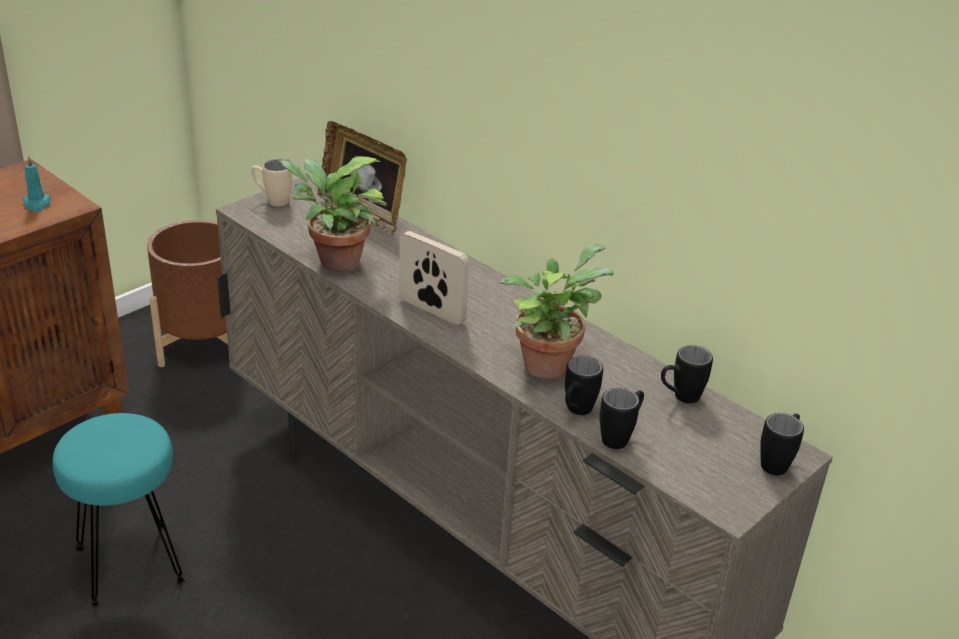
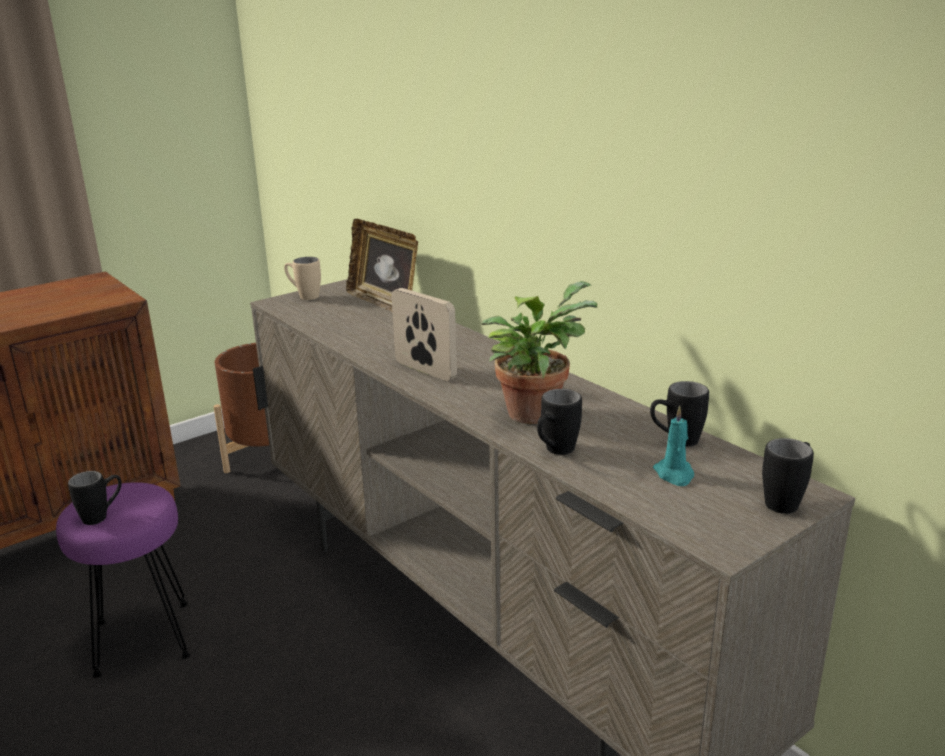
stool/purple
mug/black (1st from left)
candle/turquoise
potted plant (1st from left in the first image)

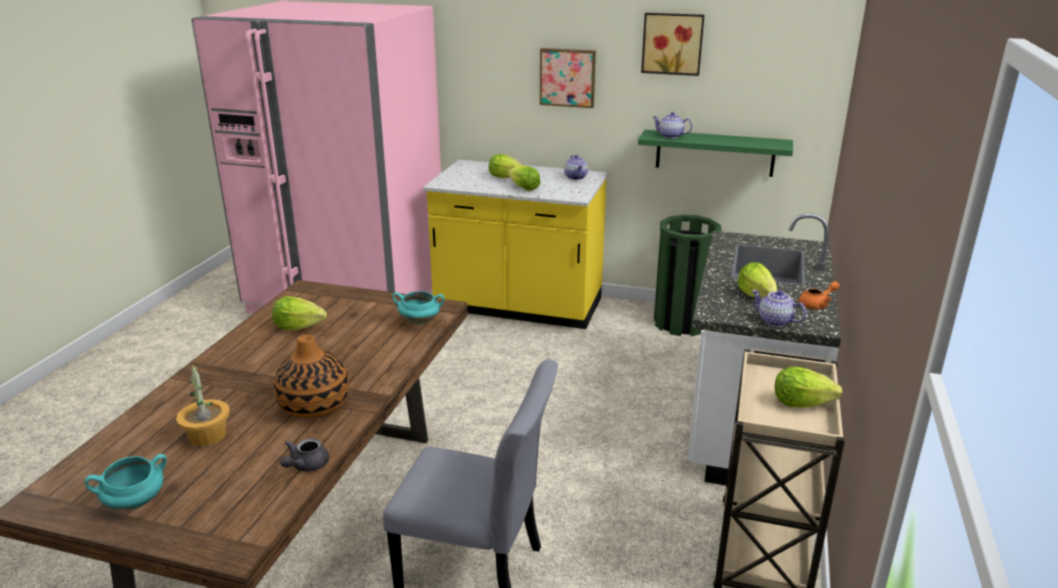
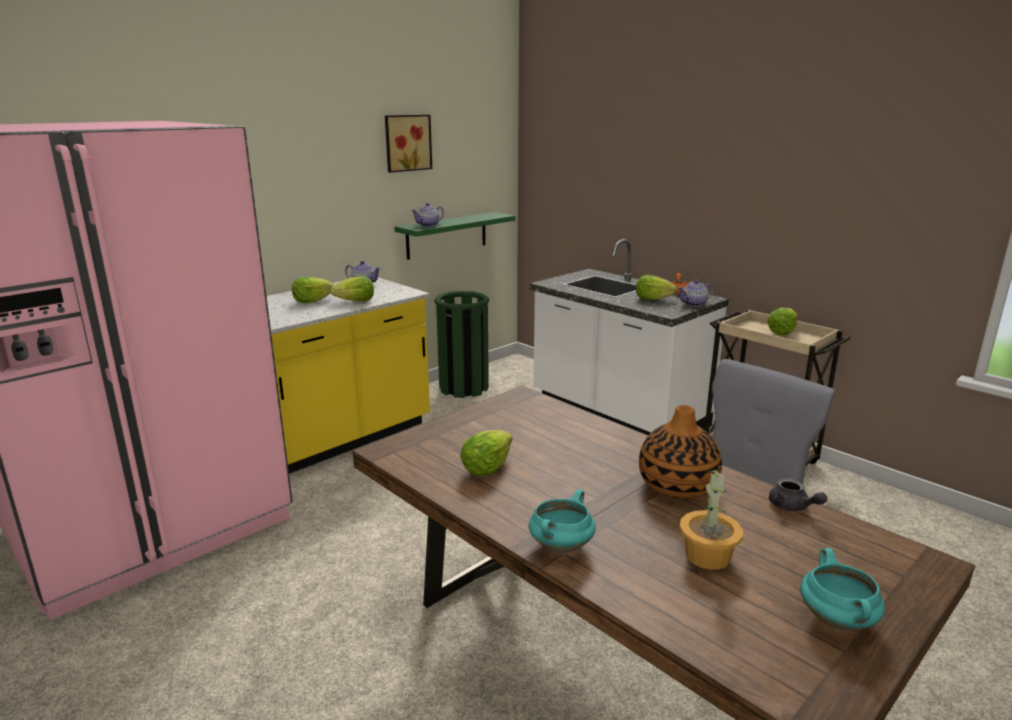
cooking pot/turquoise (1st from left)
picture (1st from left in the first image)

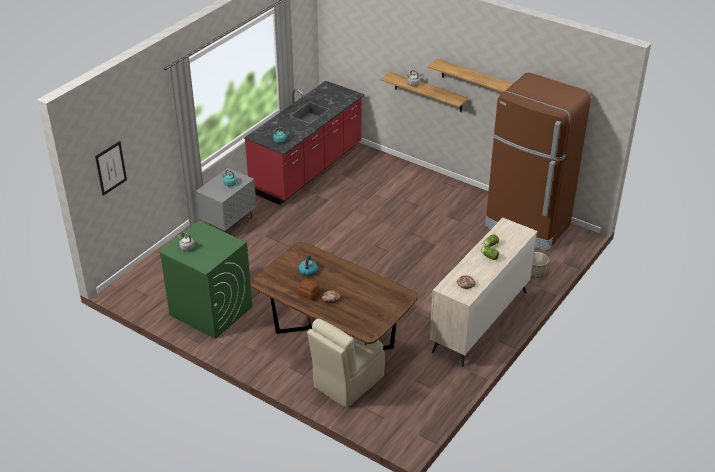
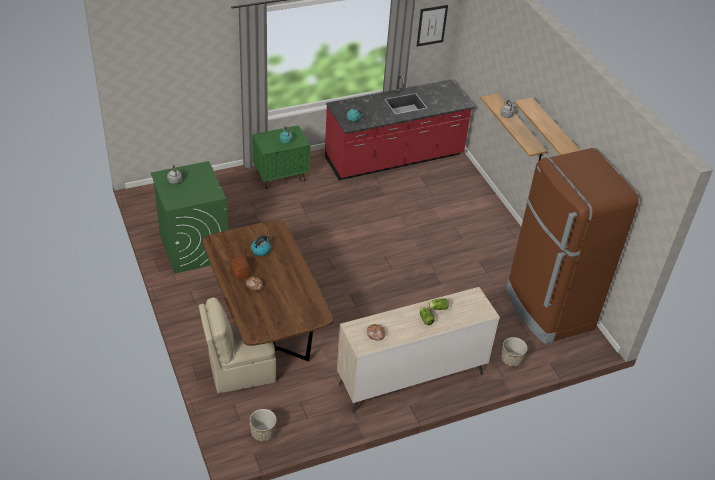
planter (1st from left)
nightstand/green
picture

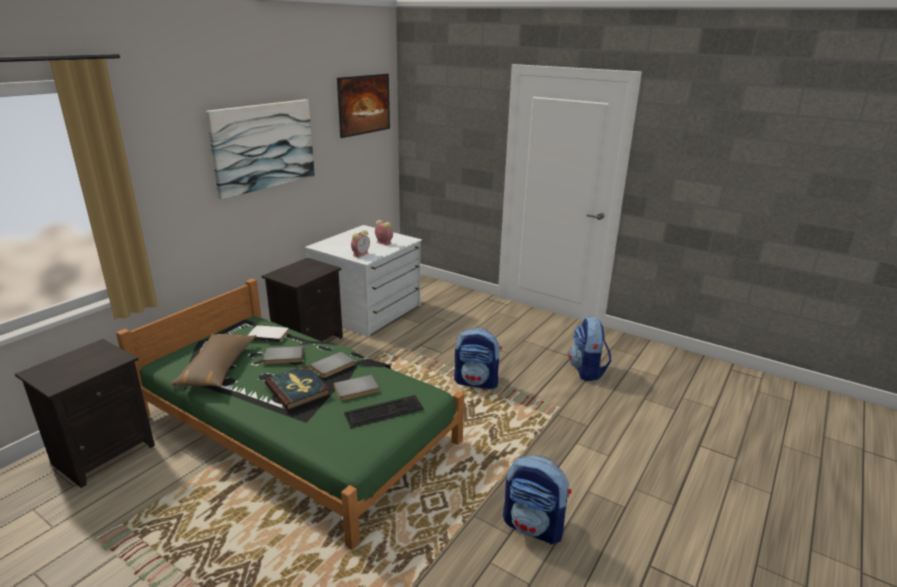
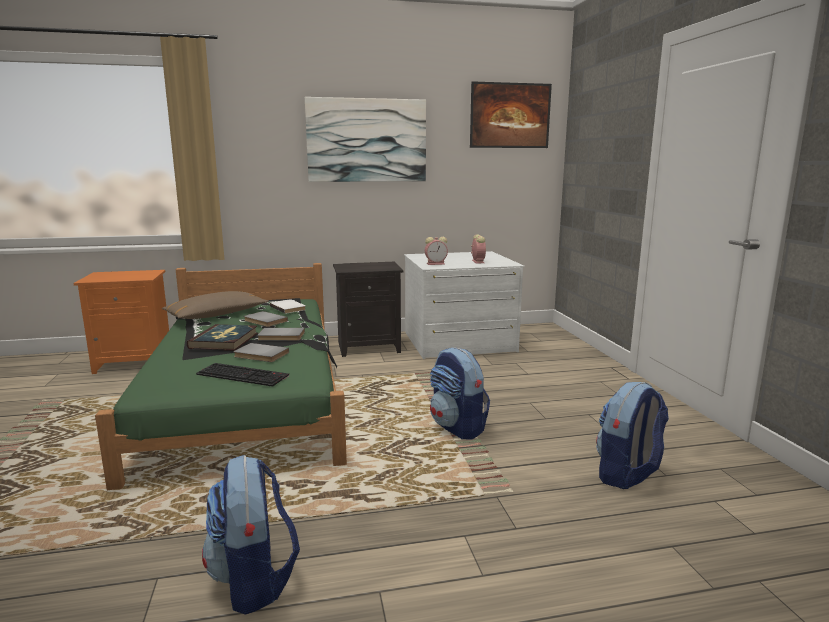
nightstand/orange

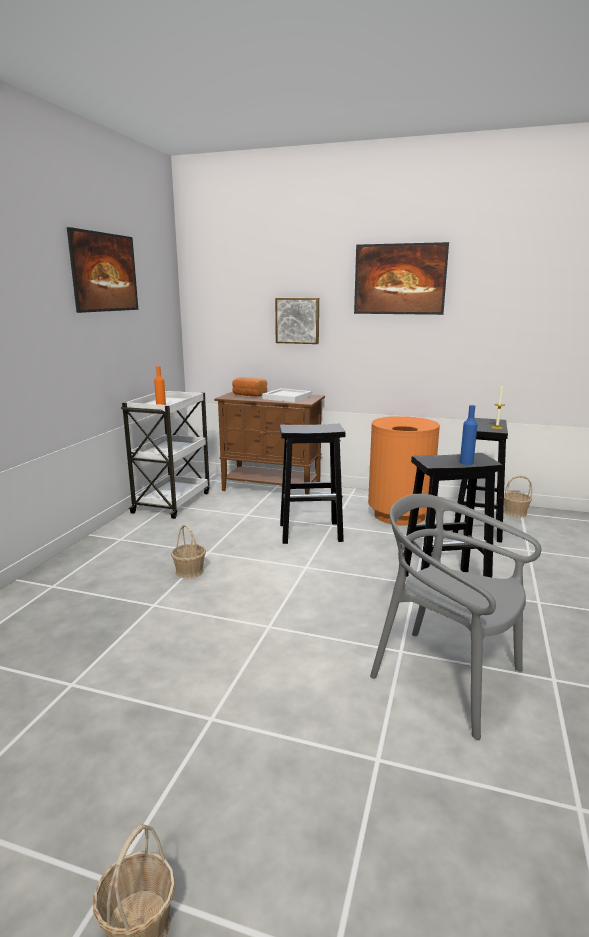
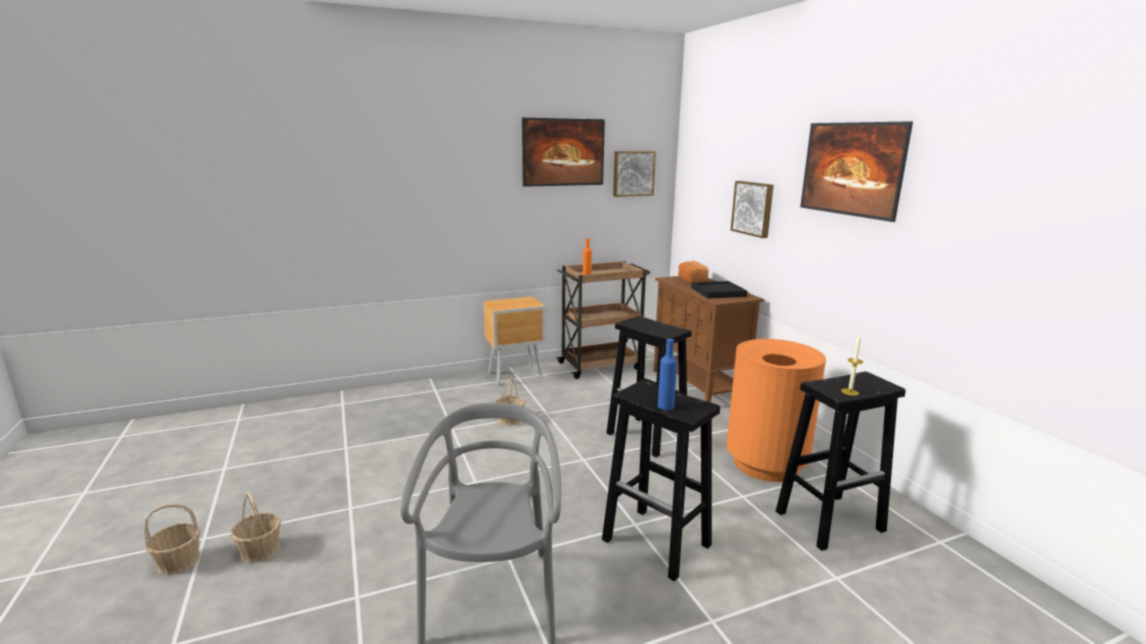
basket (2nd from left)
nightstand/brown
cart/brown
picture (2nd from left)
tray/black

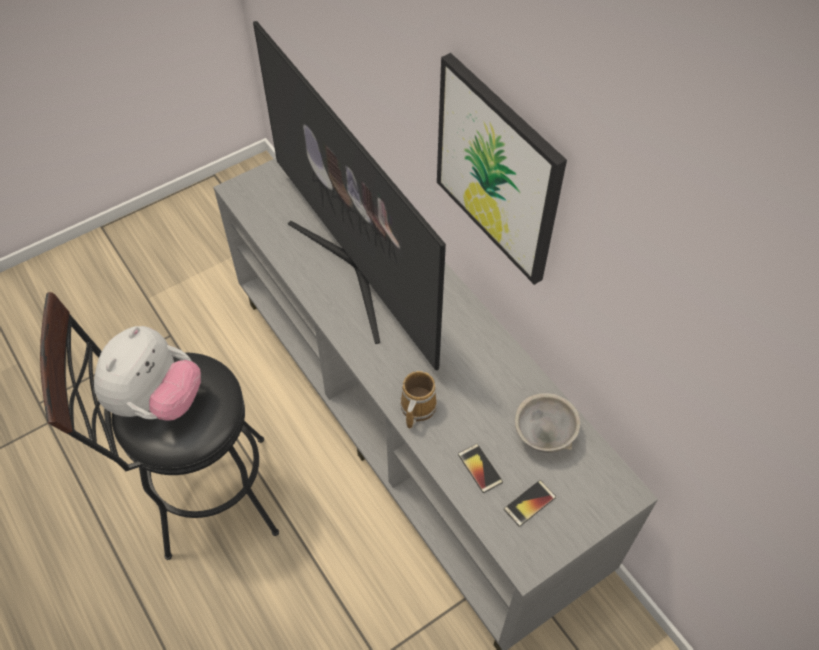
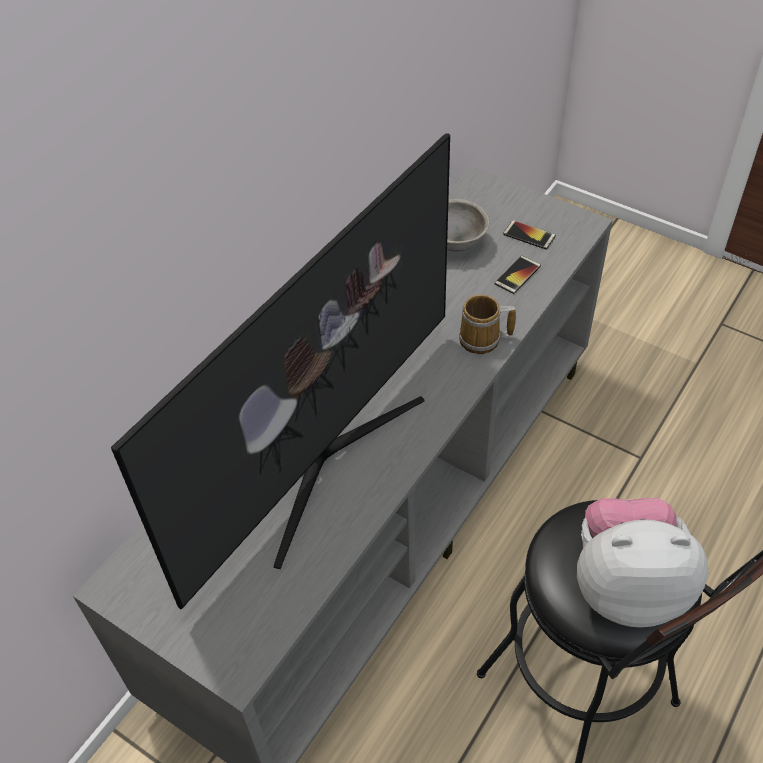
picture

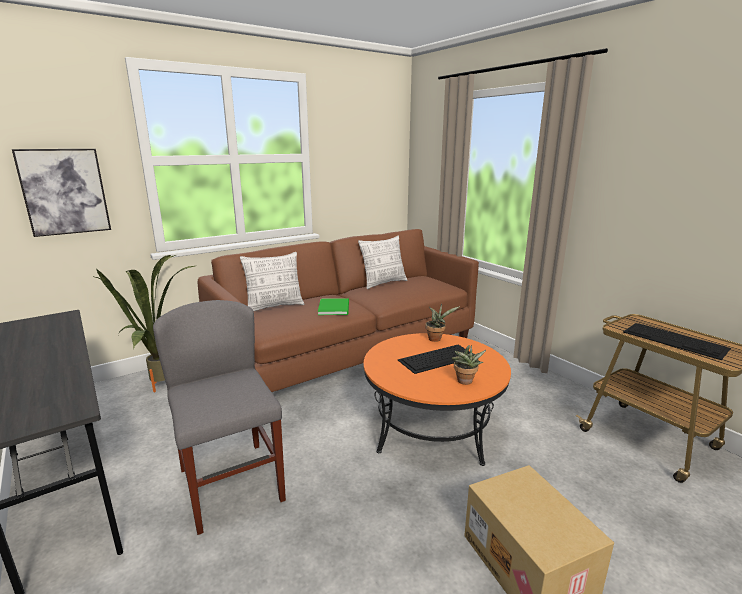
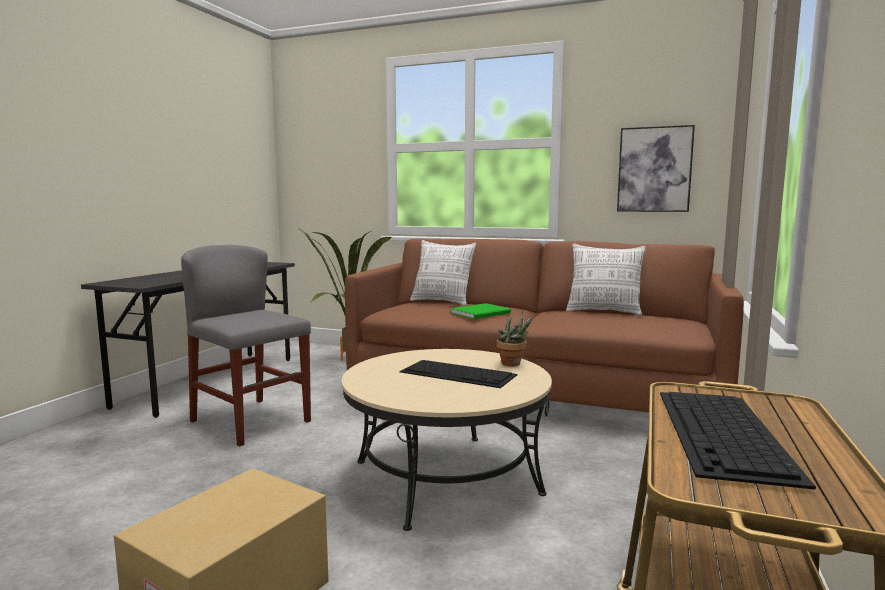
chair/grey
coffee table/beige
picture
potted plant (3rd from left in the first image)

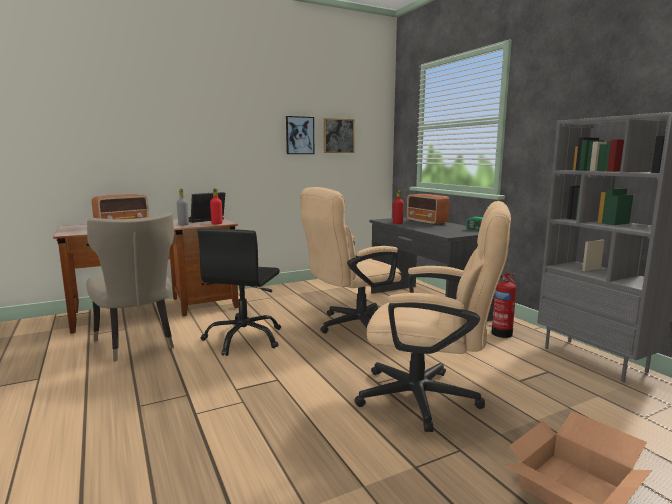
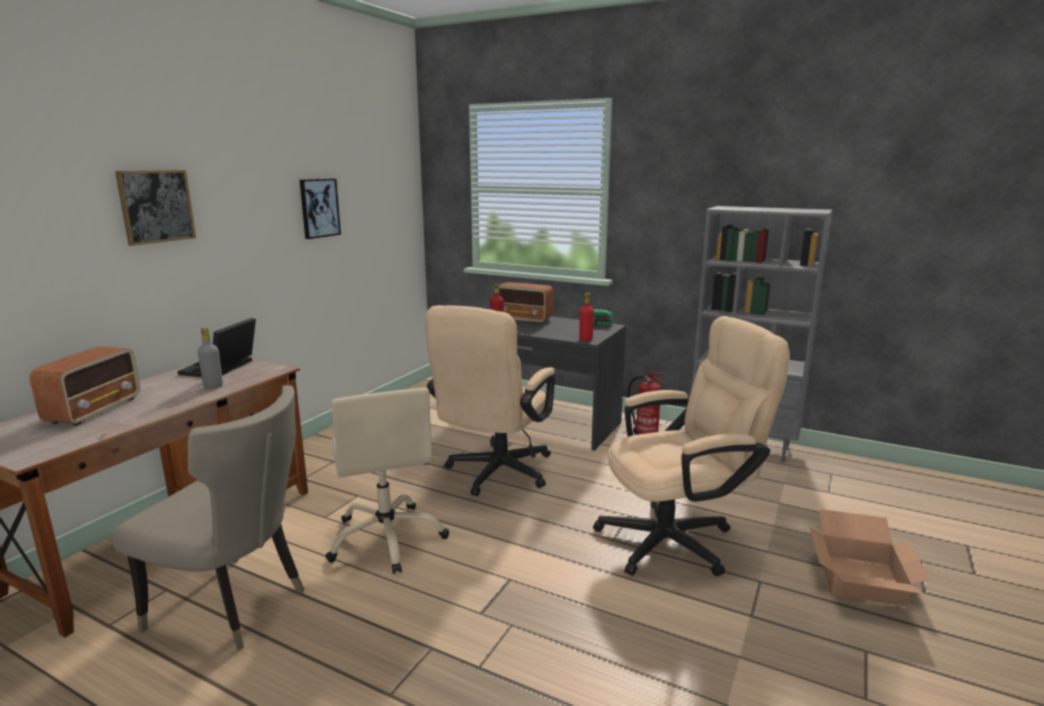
picture (1st from left)
office chair/beige (1st from left)
bottle/red (2nd from left)

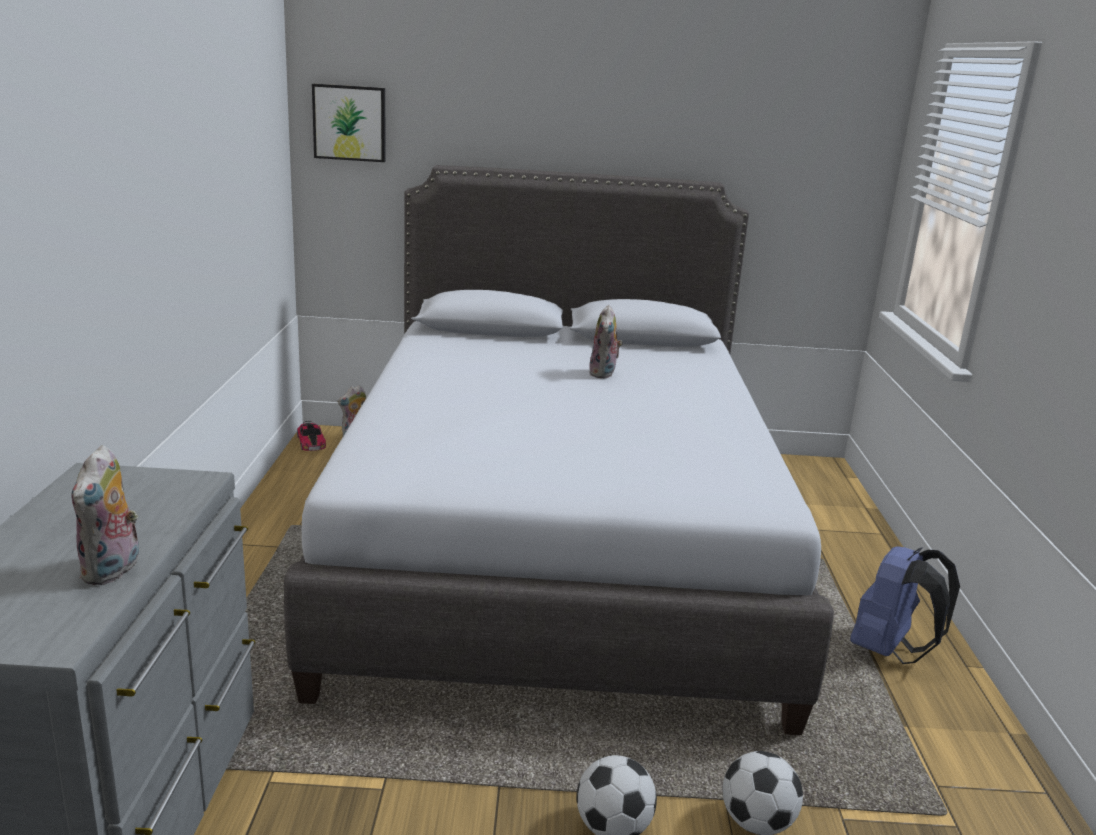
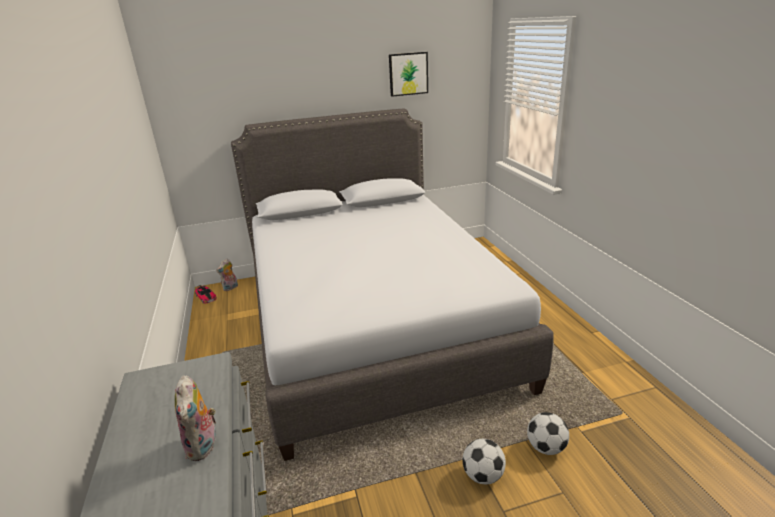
picture
plush toy (3rd from left in the first image)
backpack/blue

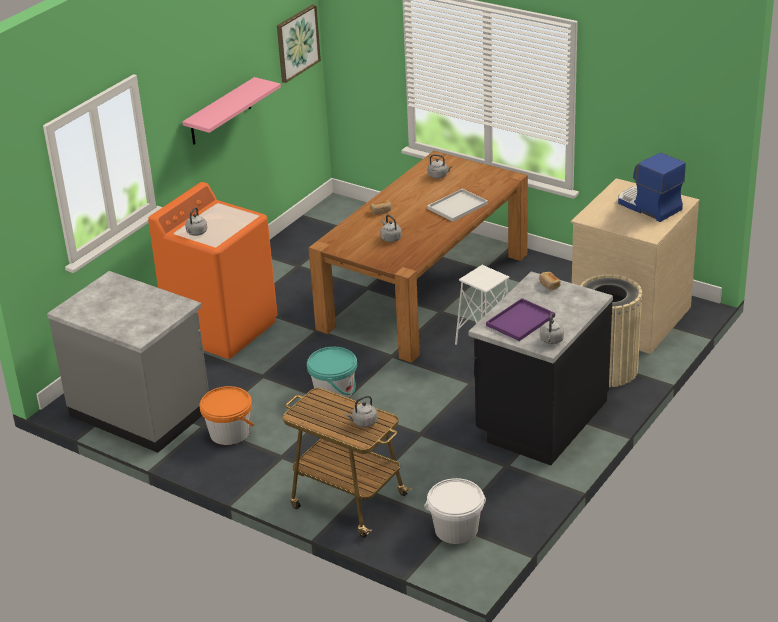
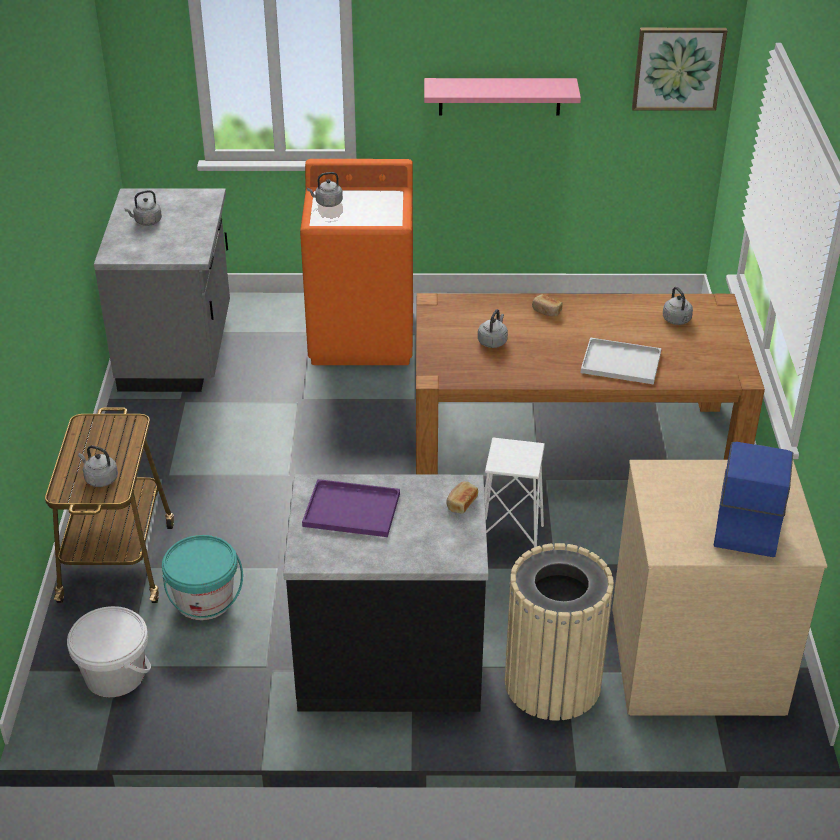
kettle/grey (2nd from left)
bucket/turquoise
bucket/orange

